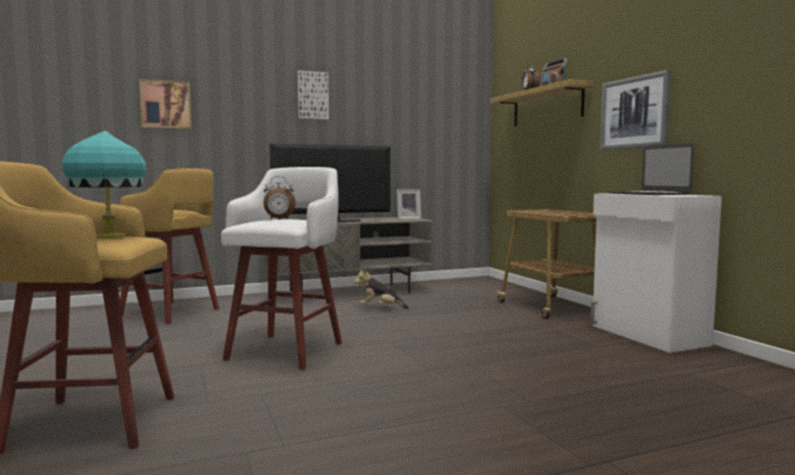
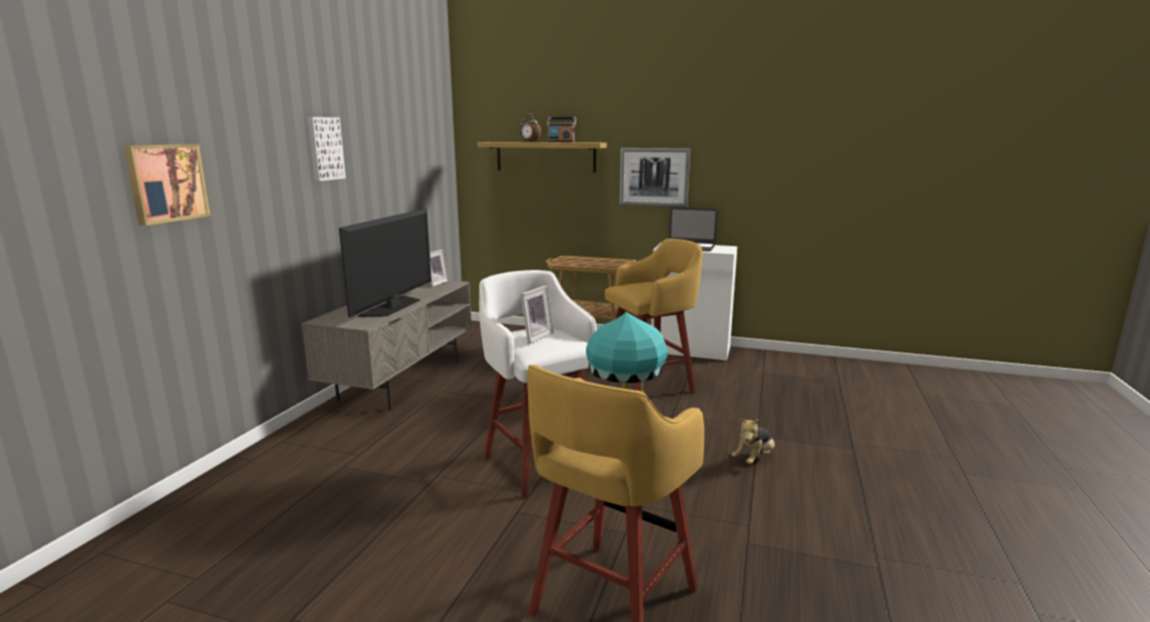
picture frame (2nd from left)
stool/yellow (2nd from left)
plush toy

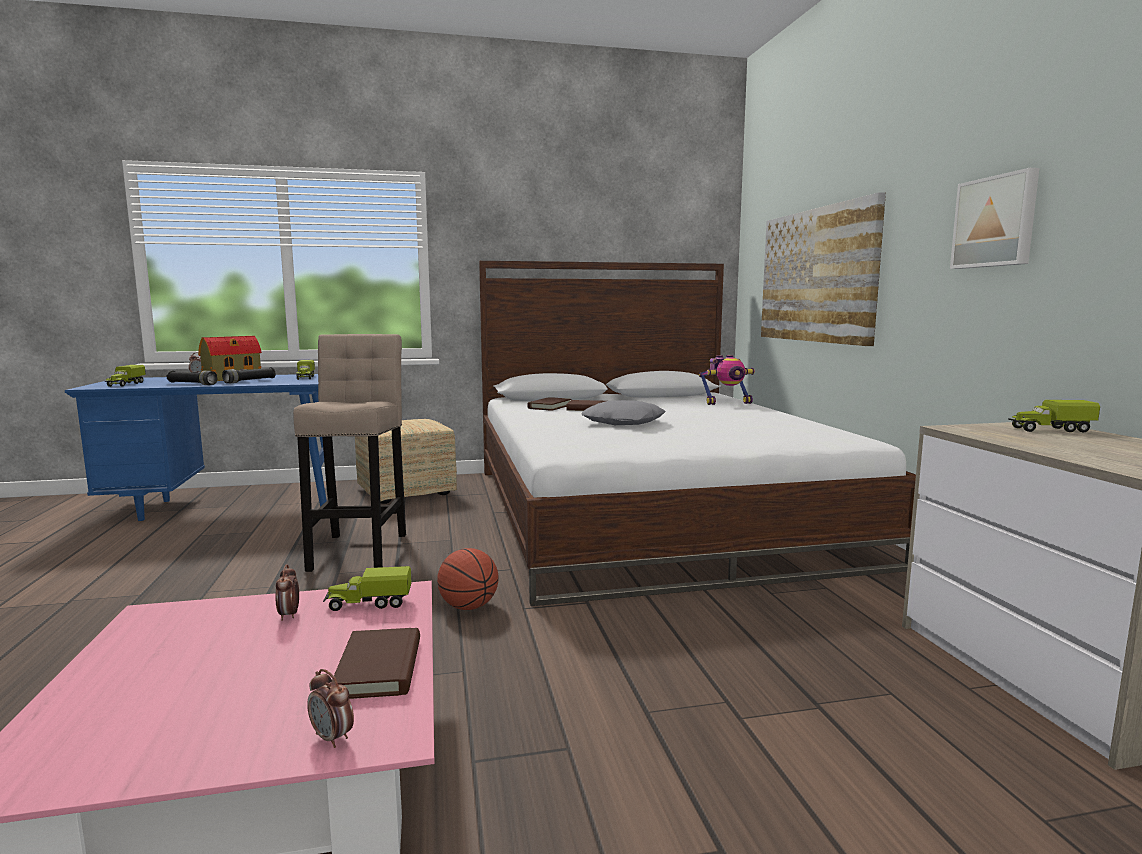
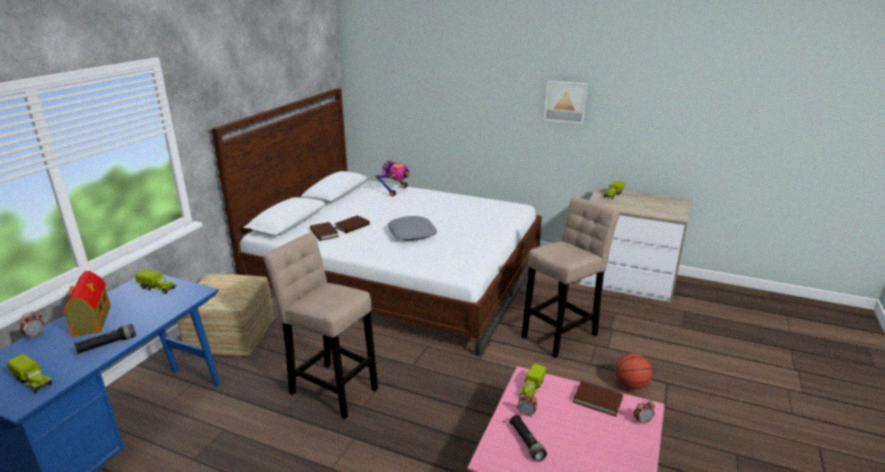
flashlight/black (2nd from left)
stool/beige (2nd from left)
basketball
picture (1st from left in the first image)

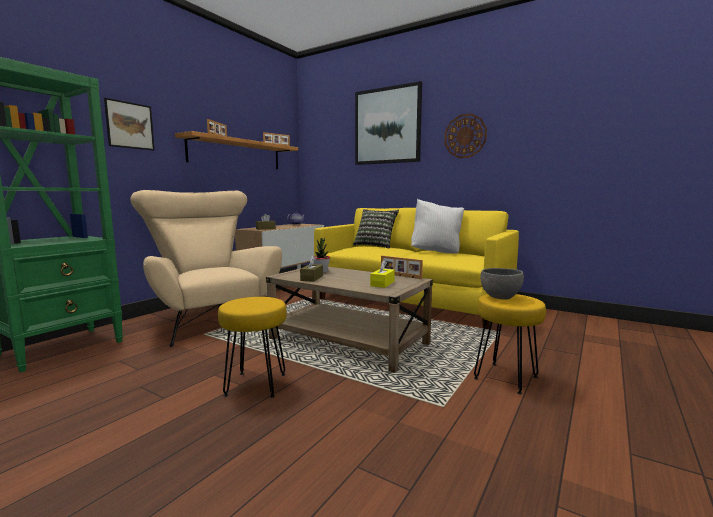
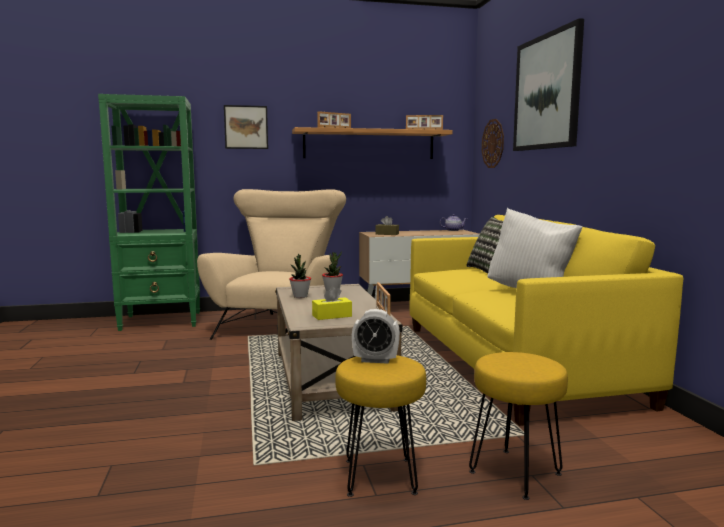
potted plant (1st from left)
alarm clock
stool/yellow (2nd from left)
wall clock

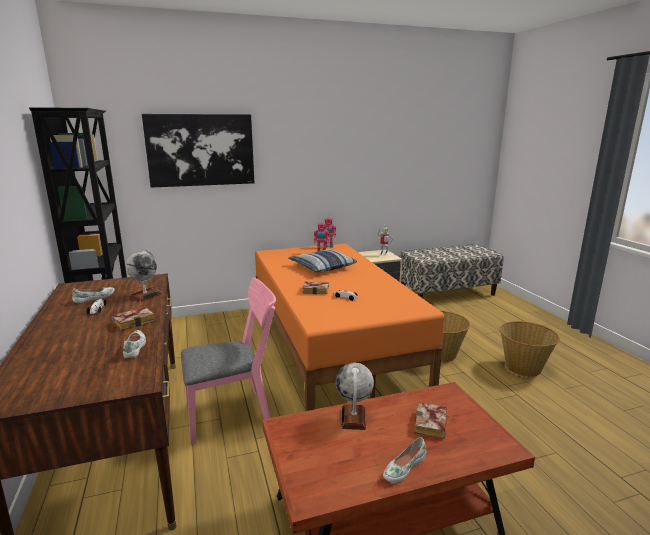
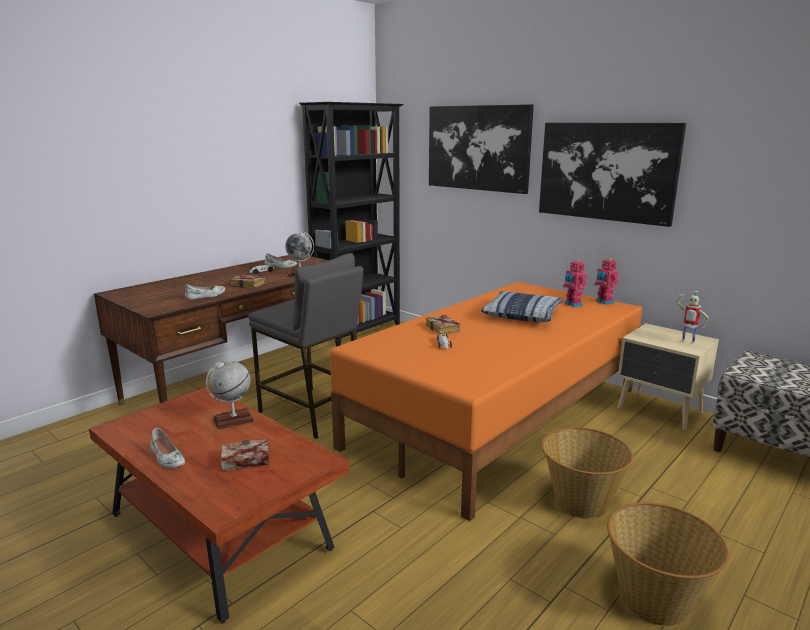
shoe/white (1st from left)
stool/grey
picture (2nd from left)

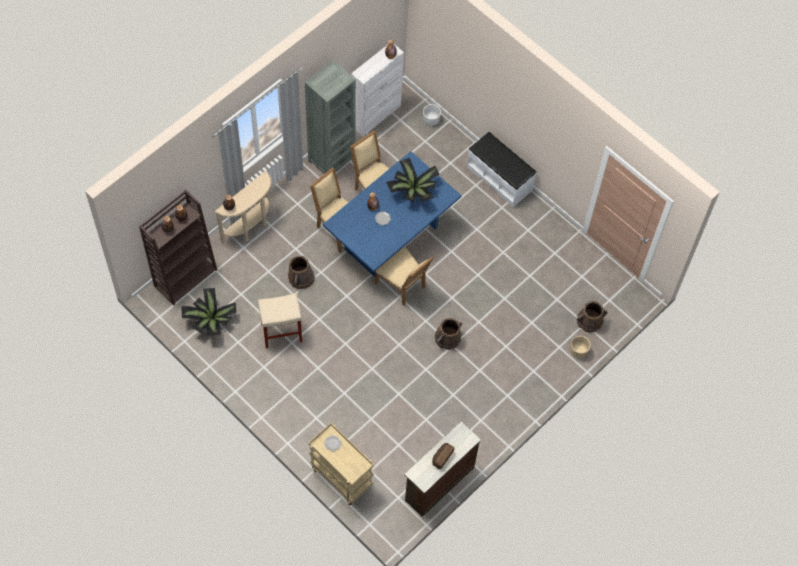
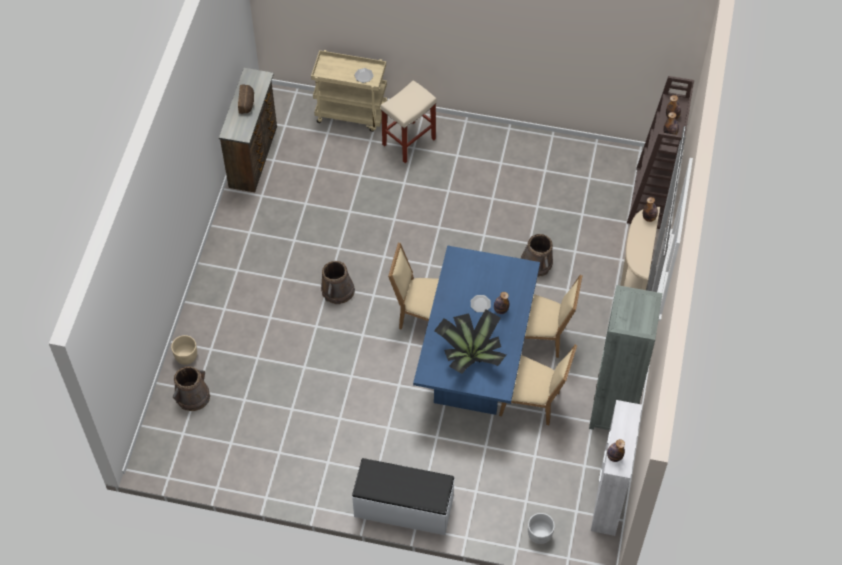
stool/beige
potted plant (1st from left in the first image)

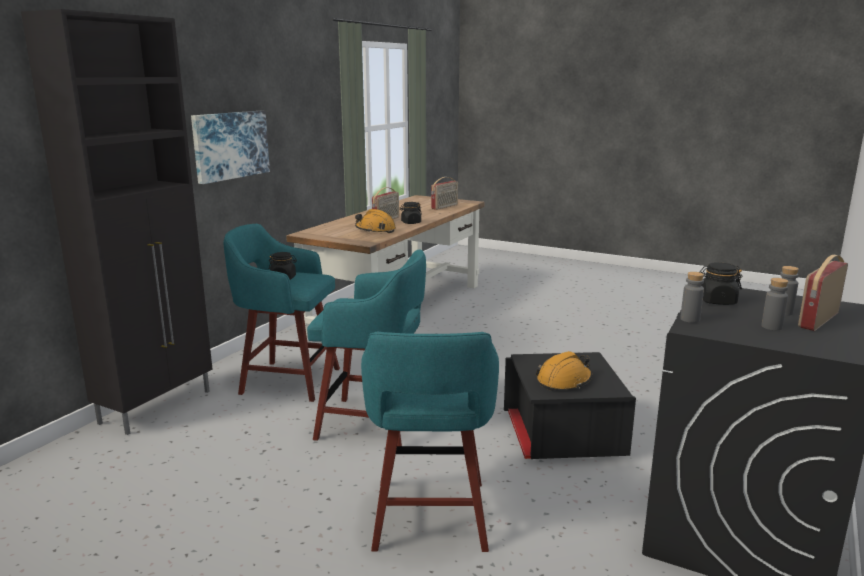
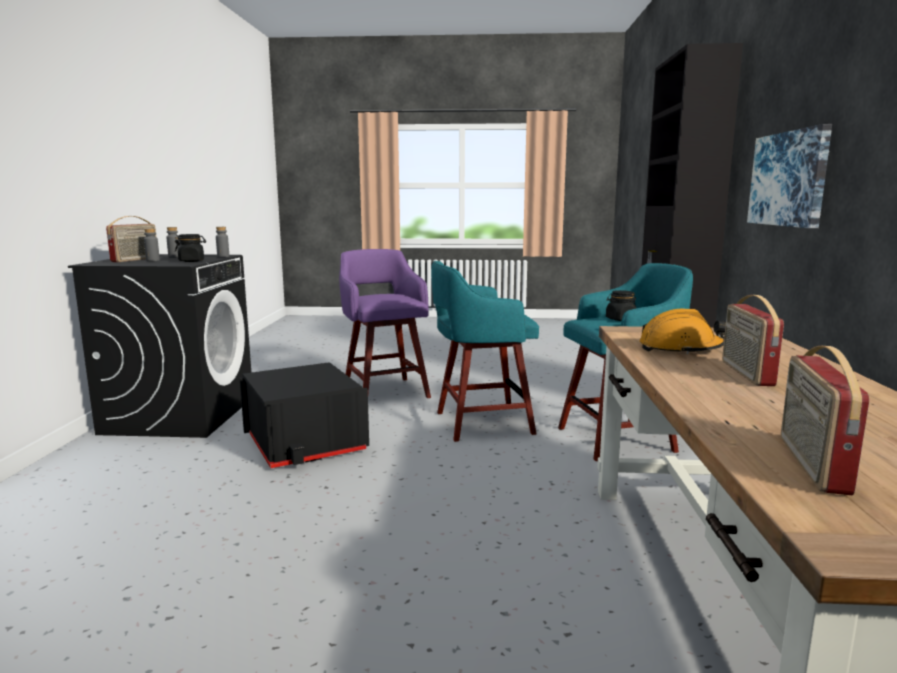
stool/purple
jar/black (2nd from left in the first image)
hard hat/orange (2nd from left in the first image)

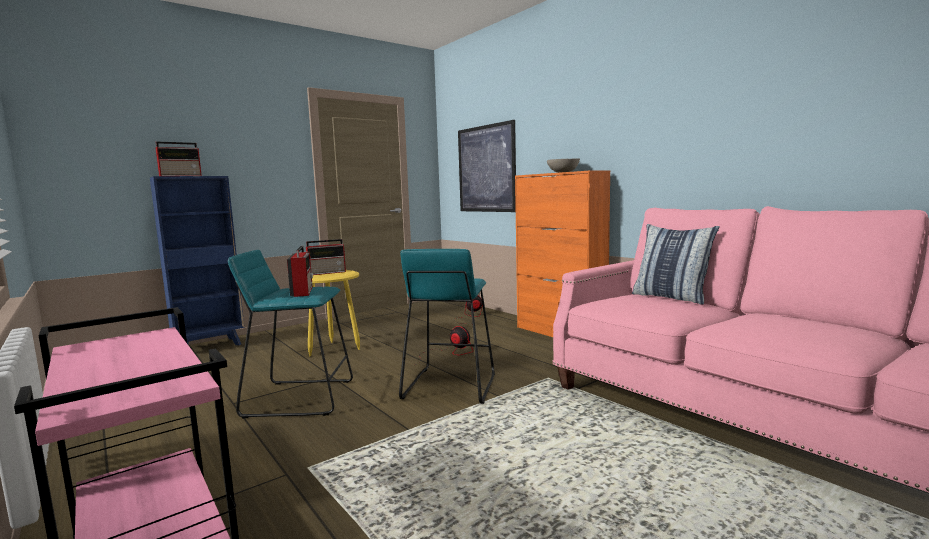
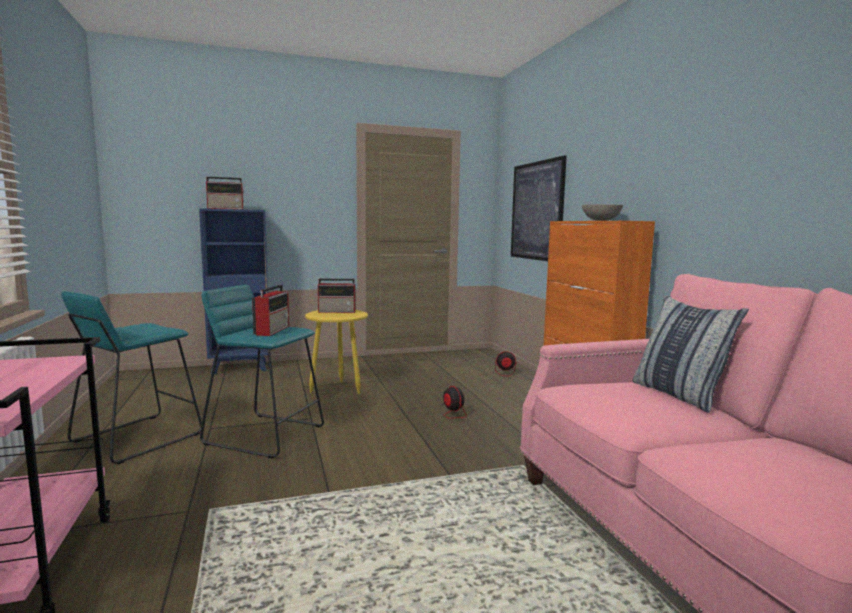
stool/turquoise (1st from left)

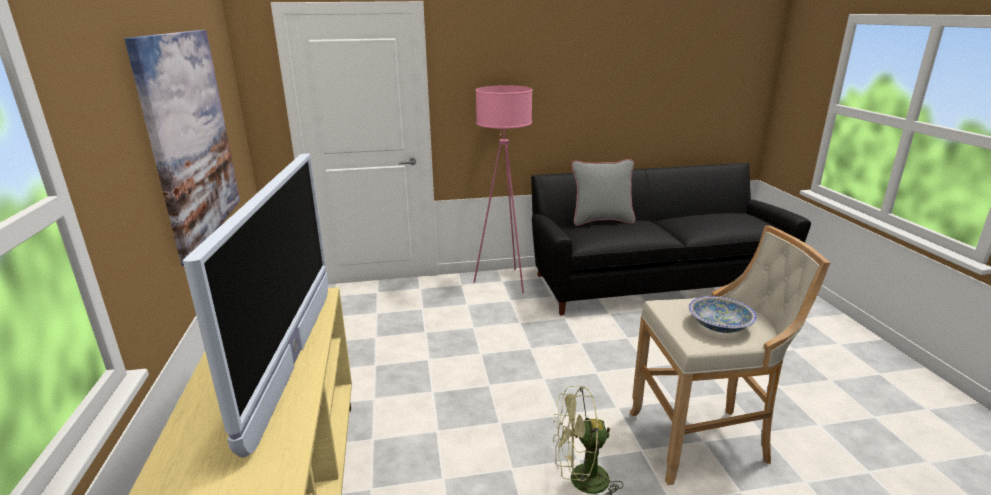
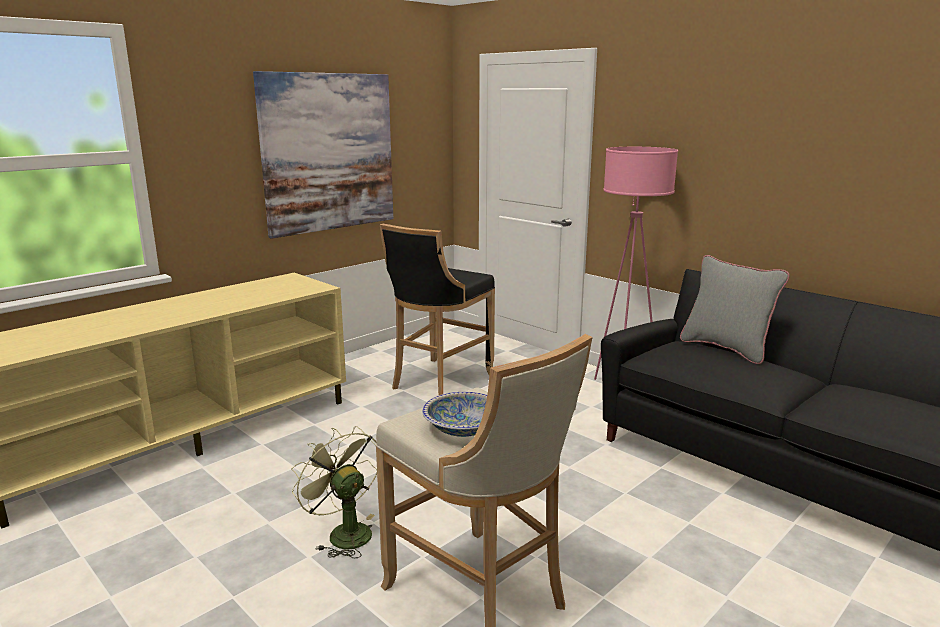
stool/black
television

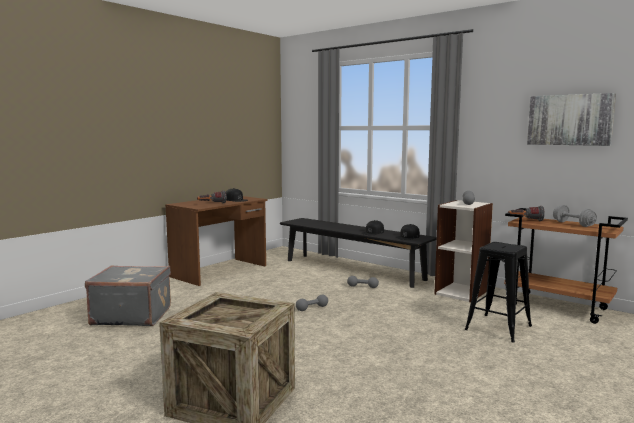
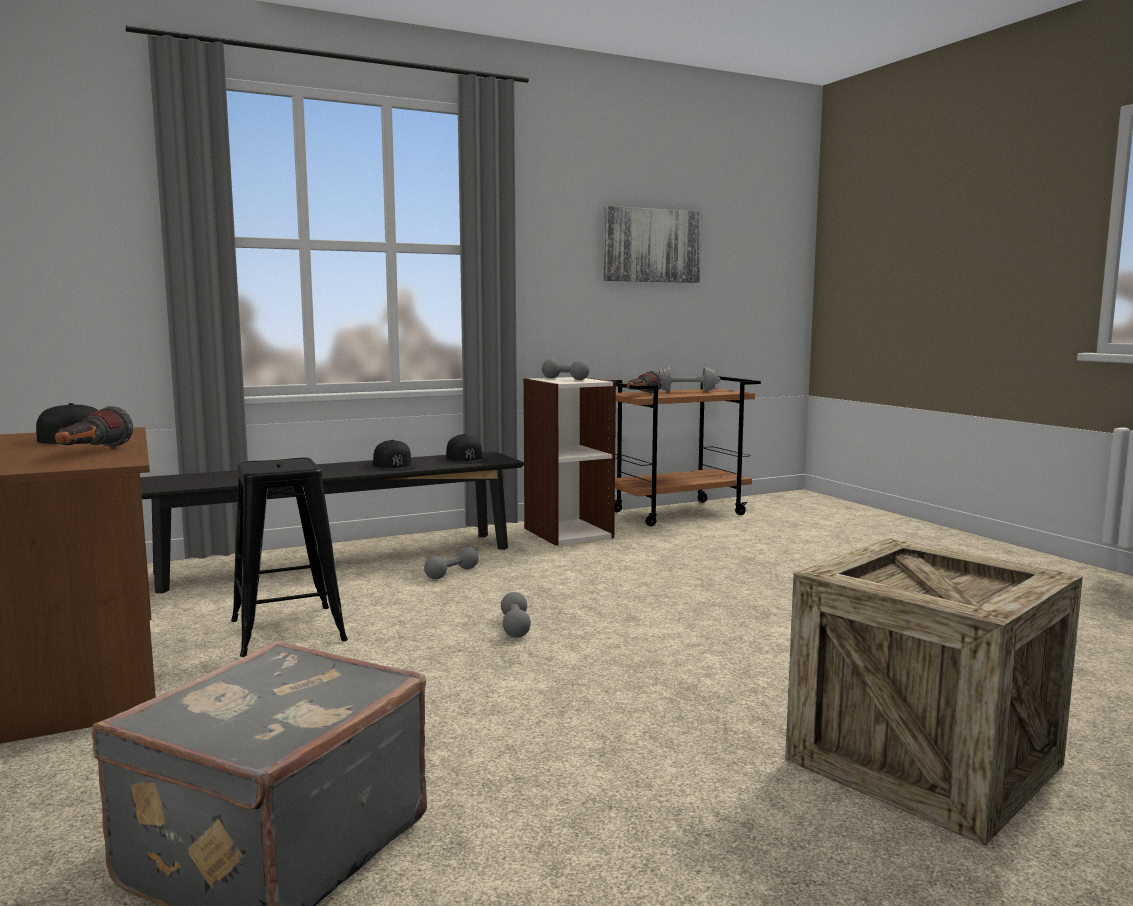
stool/black

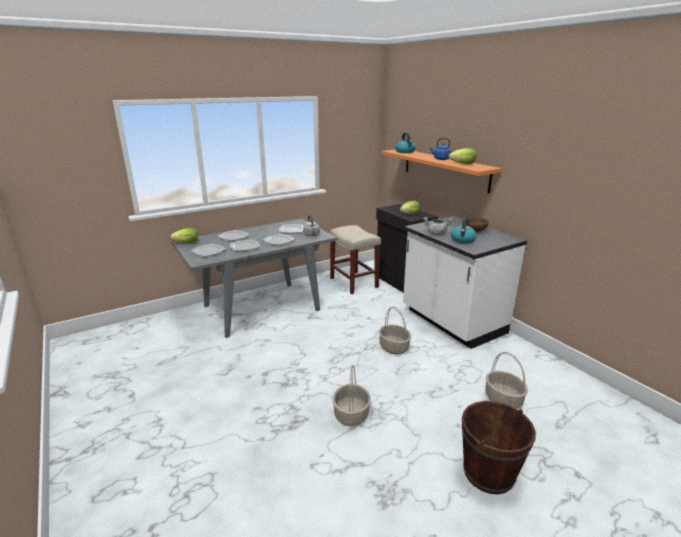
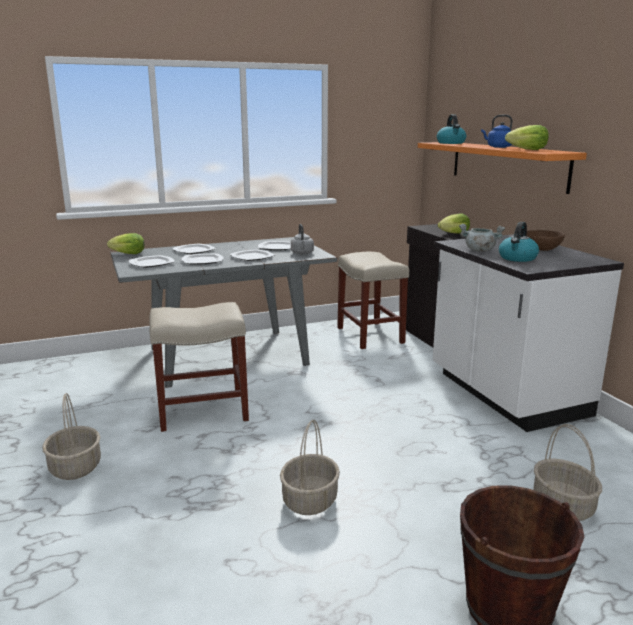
basket (1st from left)
stool/beige (1st from left)

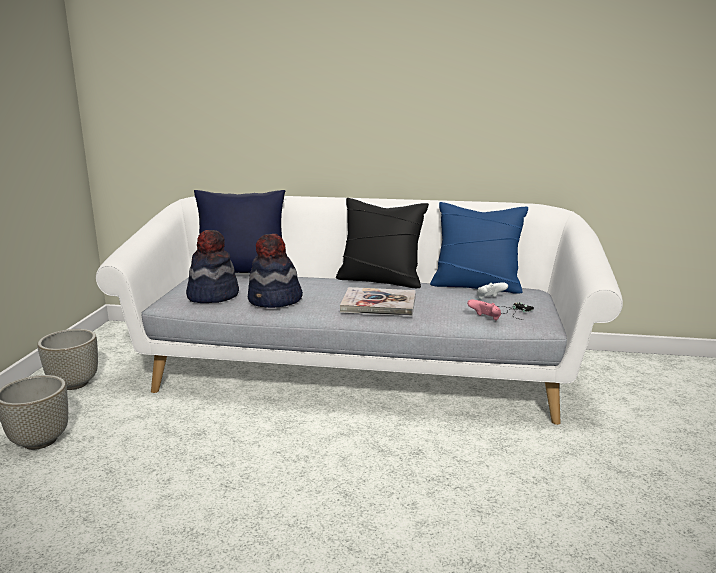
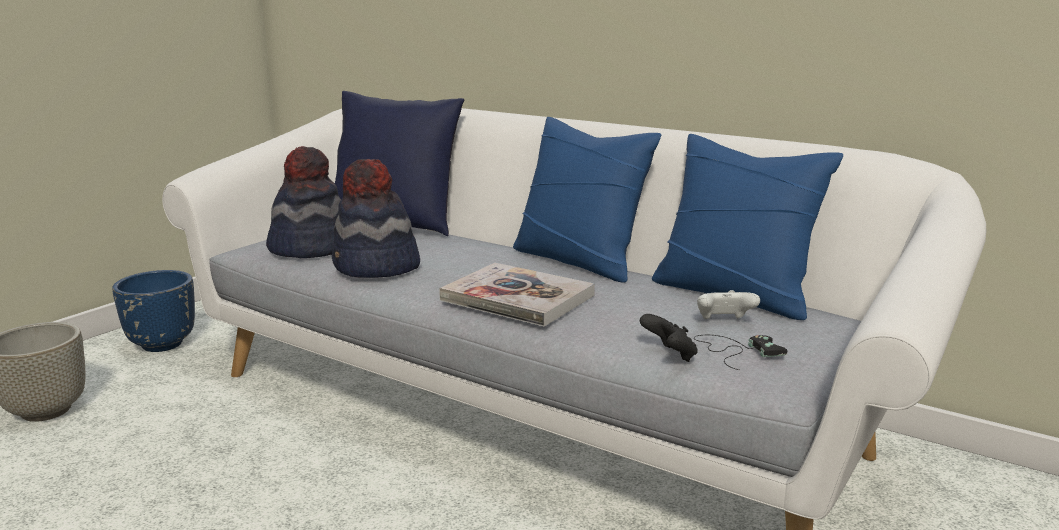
planter/blue
pillow/blue (2nd from left)
game controller/black (1st from left)

